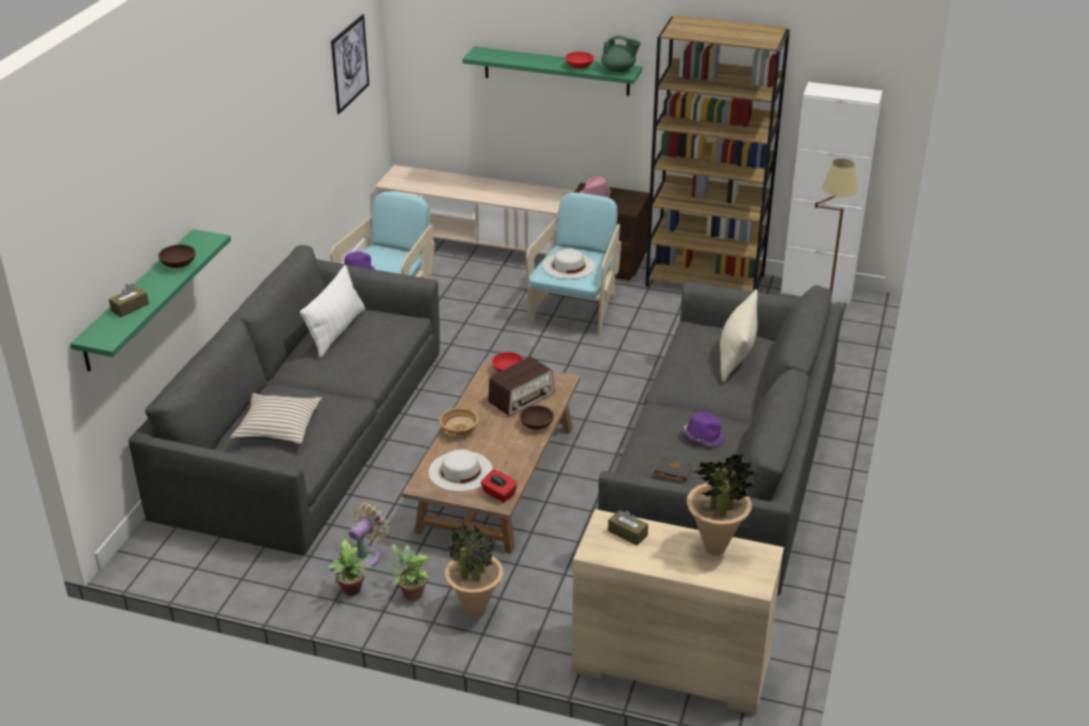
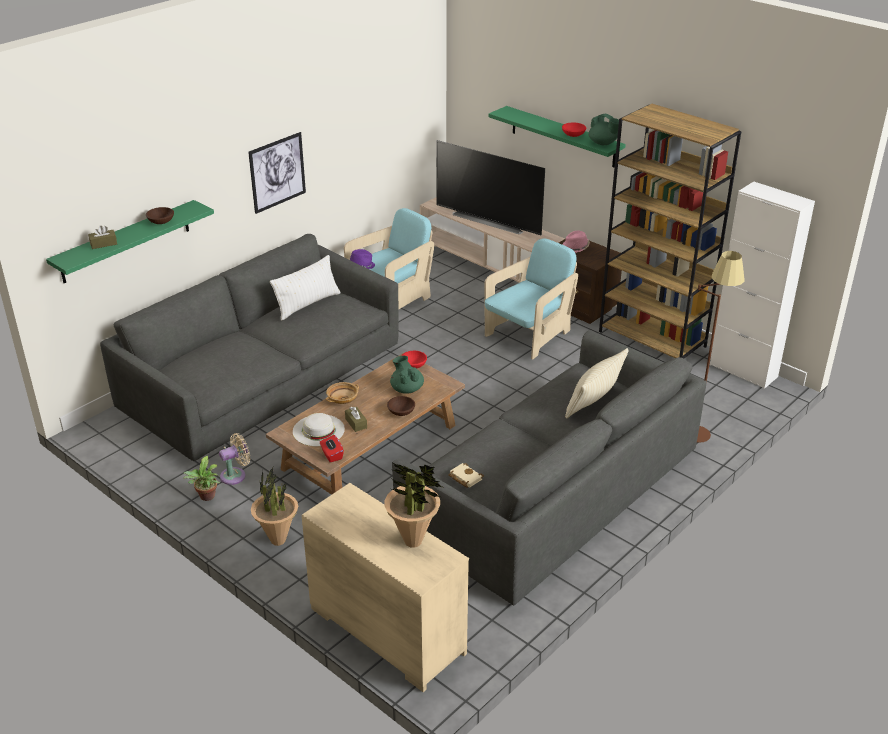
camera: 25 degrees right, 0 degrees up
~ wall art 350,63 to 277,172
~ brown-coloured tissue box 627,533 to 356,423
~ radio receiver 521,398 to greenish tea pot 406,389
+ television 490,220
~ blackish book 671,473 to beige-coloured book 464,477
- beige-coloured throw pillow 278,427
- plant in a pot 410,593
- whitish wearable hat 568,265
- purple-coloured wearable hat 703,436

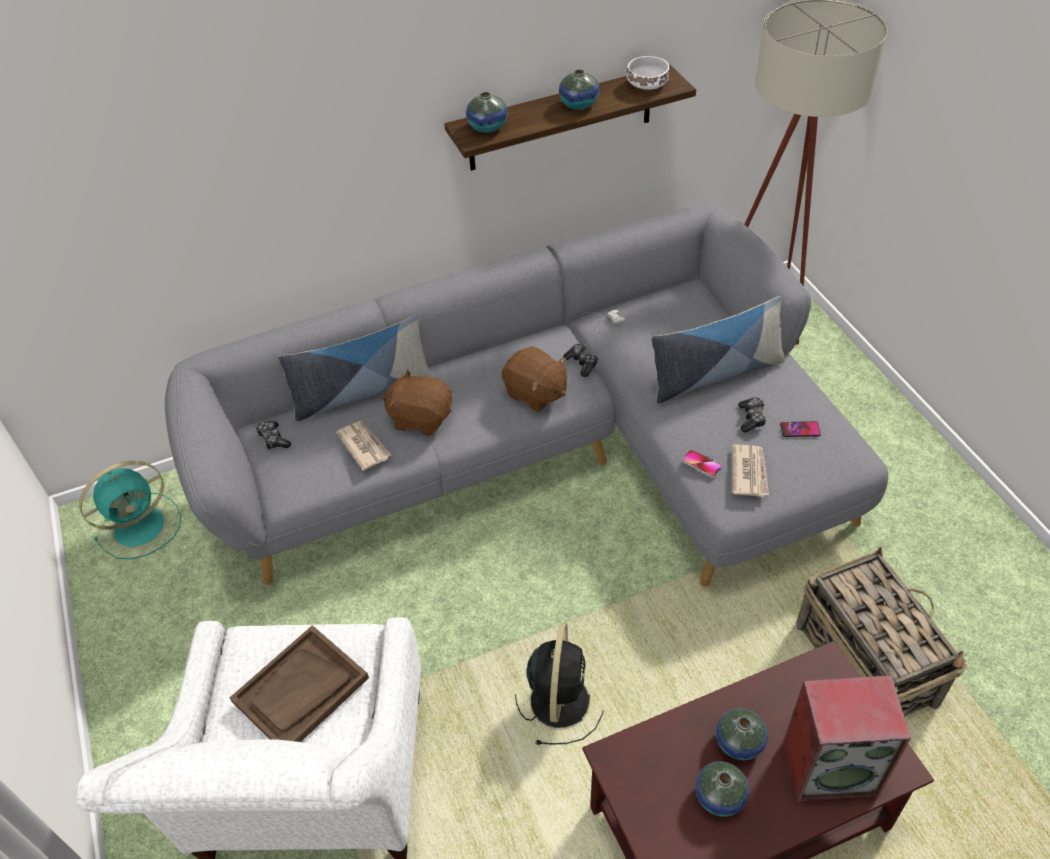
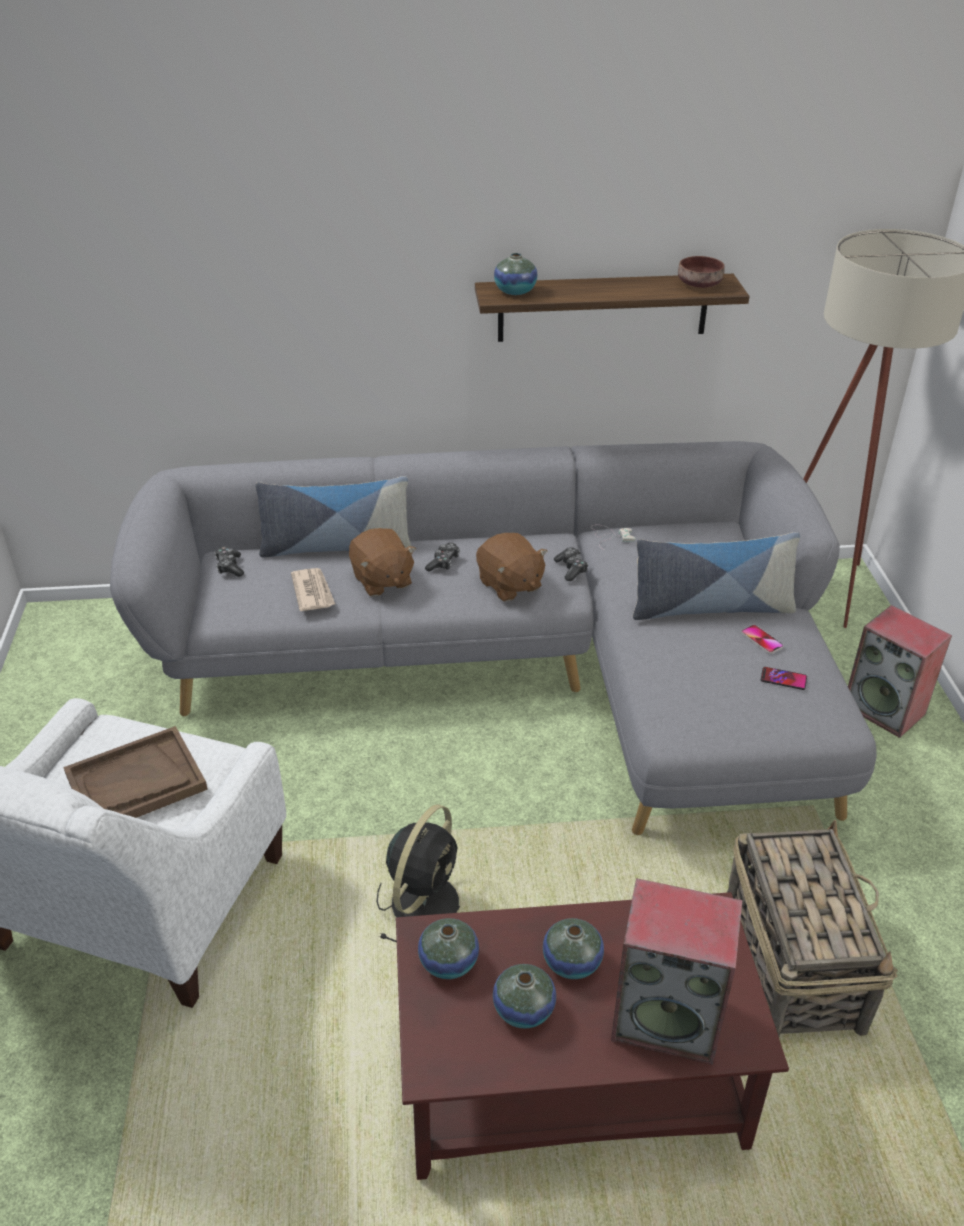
camera: 15 degrees right, 10 degrees down
~ brown-coloured plush toy 421,418 = 381,580 150 degrees counterclockwise
~ vase 579,104 to 448,962
~ joypad 751,418 to 443,563
~ whitish deep dish 648,84 to brown-coloured deep dish 700,284
~ telephone 702,464 to 761,640
+ audio speaker 885,709
- turquoise-coloured cooling fan 142,525
- newspaper 749,472

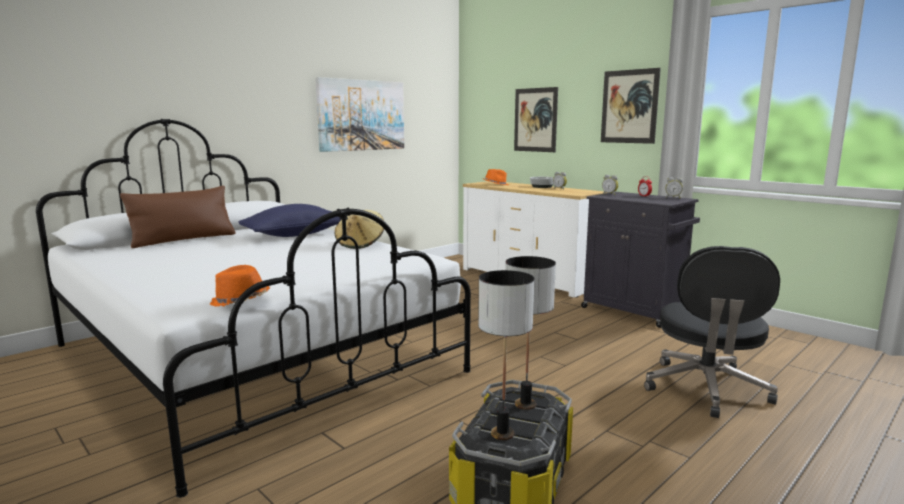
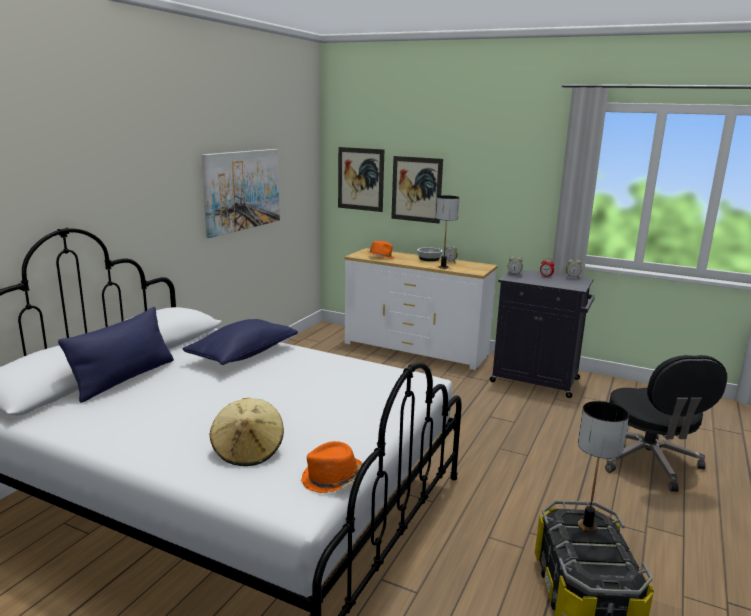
camera: 20 degrees left, 5 degrees up
~ brown-coloured throw pillow 184,240 to bluish throw pillow 125,378
~ beige-coloured wearable hat 360,244 to 248,451
~ wall art 629,106 to 360,179
~ table lamp 503,434 to 443,267

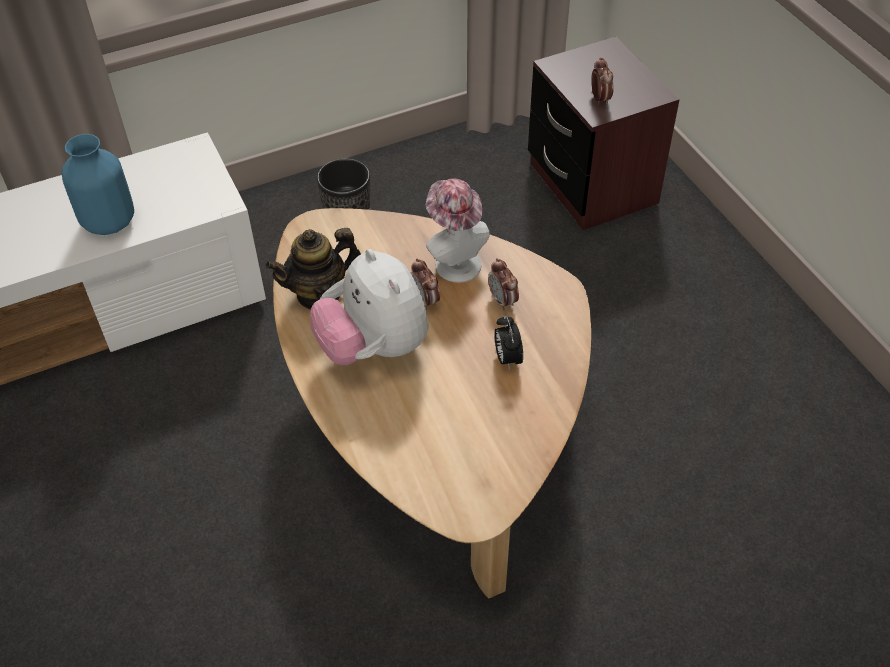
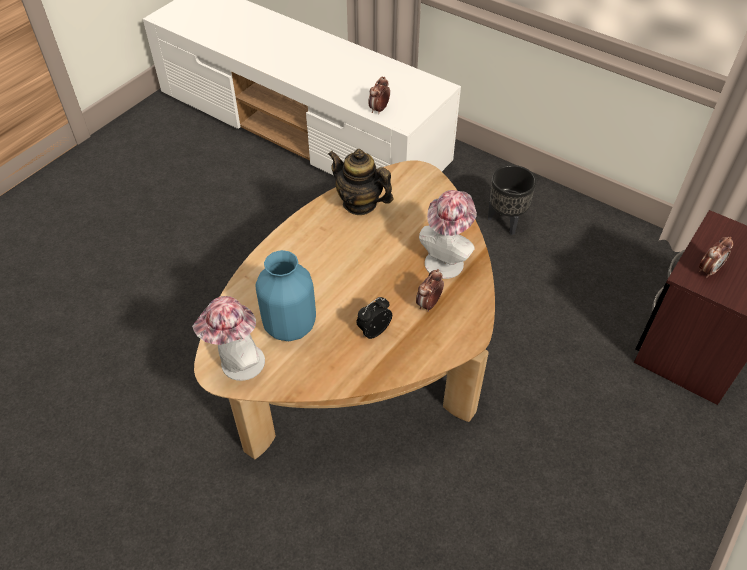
camera: 60 degrees right, 0 degrees up
+ wearable hat 237,365
~ bluish vase 110,221 to 290,326
~ alarm clock 425,301 to 379,110
- plush toy 374,347

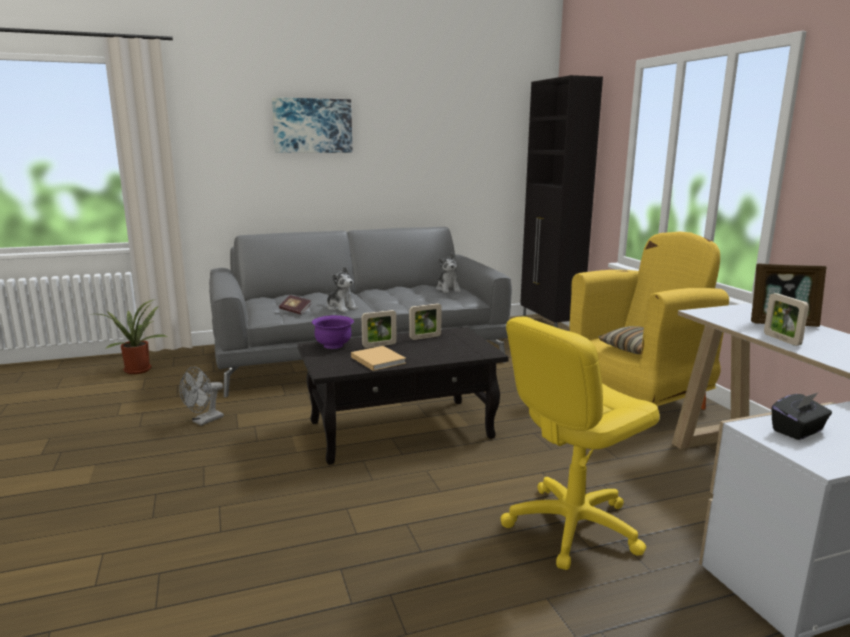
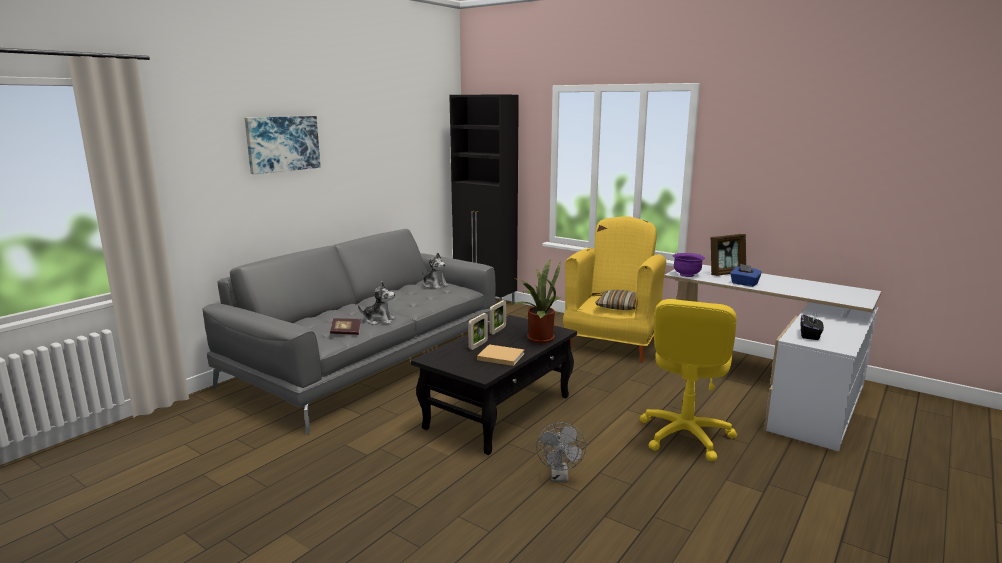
camera: 35 degrees left, 0 degrees up
~ plant in a pot 138,369 to 538,338
~ gray cooling fan 204,421 to 560,477
~ purple-coloured deep dish 333,346 to 687,275
~ photo frame 781,339 to bluish tissue box 744,284

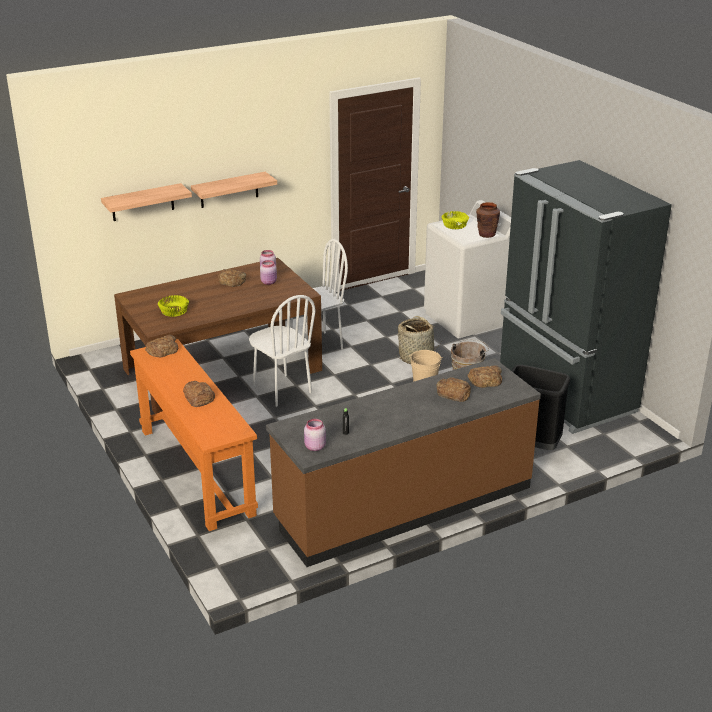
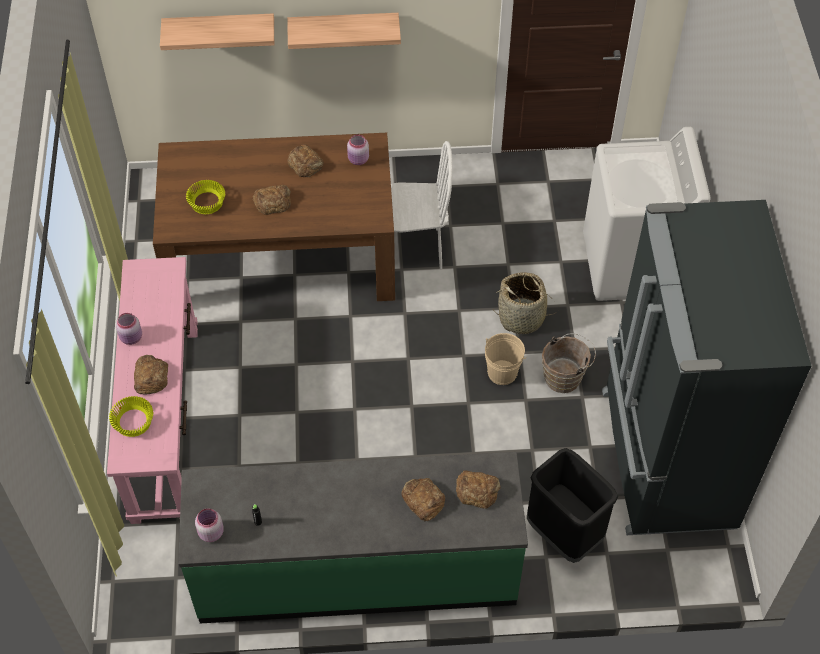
camera: 25 degrees right, 25 degrees up
~ orangey console table 196,471 to pink console table 166,421
~ yellow deep dish 454,225 to 133,421
~ pink preserve jar 269,282 to 132,338
~ brown-coloured kitchen counter 403,504 to greenish kitchen counter 356,570
~ bread 163,350 to 273,202
- whitish plain chair 281,390
- brown-coloured vase 486,234

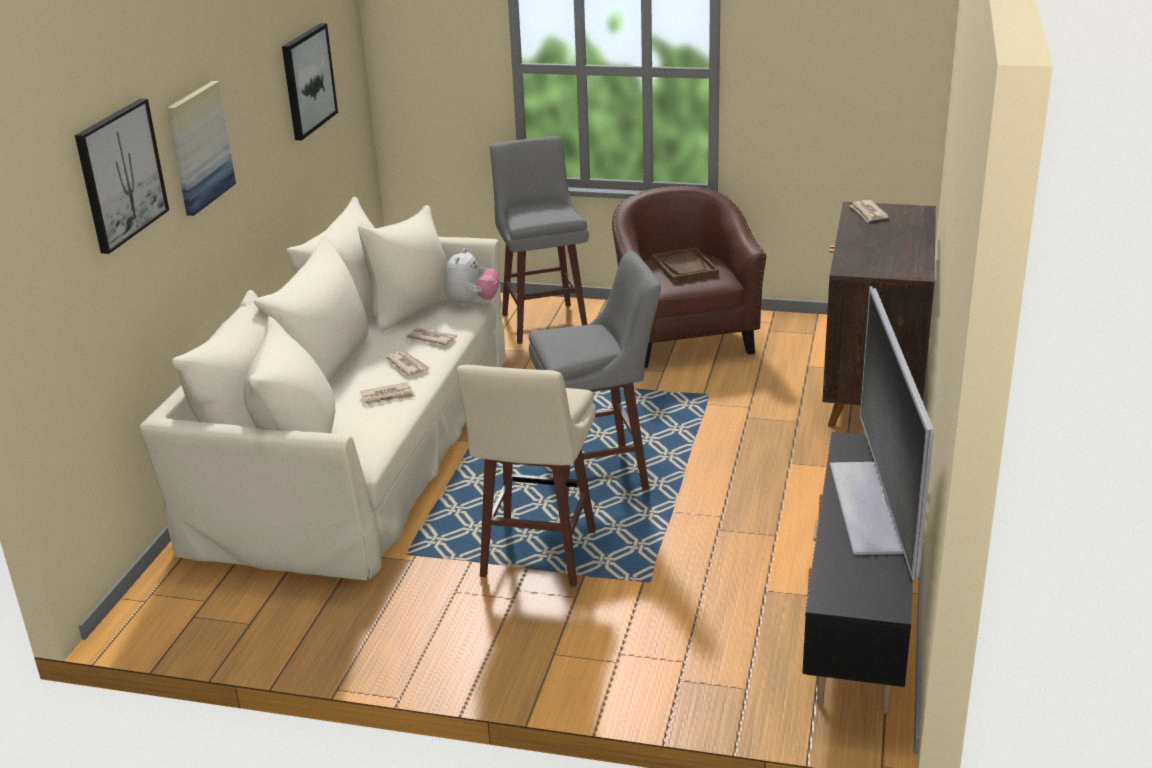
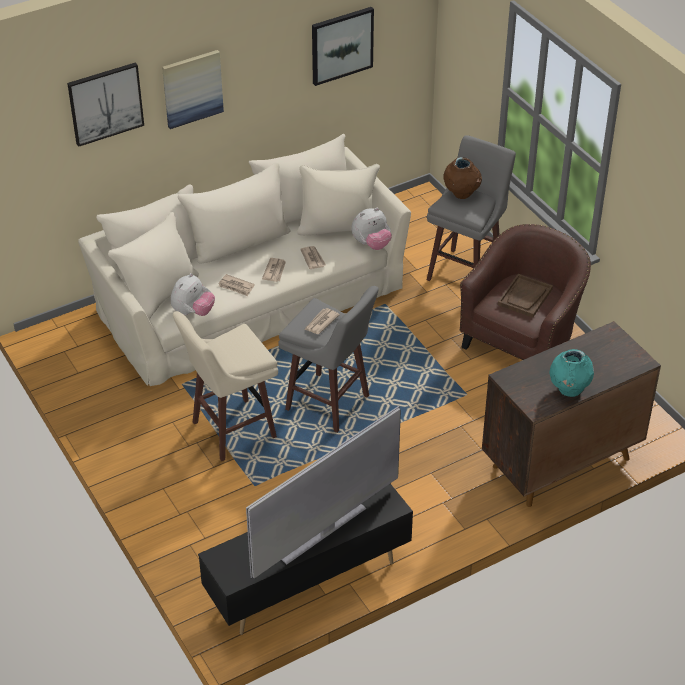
camera: 45 degrees right, 15 degrees up
+ plush toy 193,312
~ newspaper 868,213 to 321,322
+ brown-coloured vase 461,194
+ turquoise-coloured vase 569,390

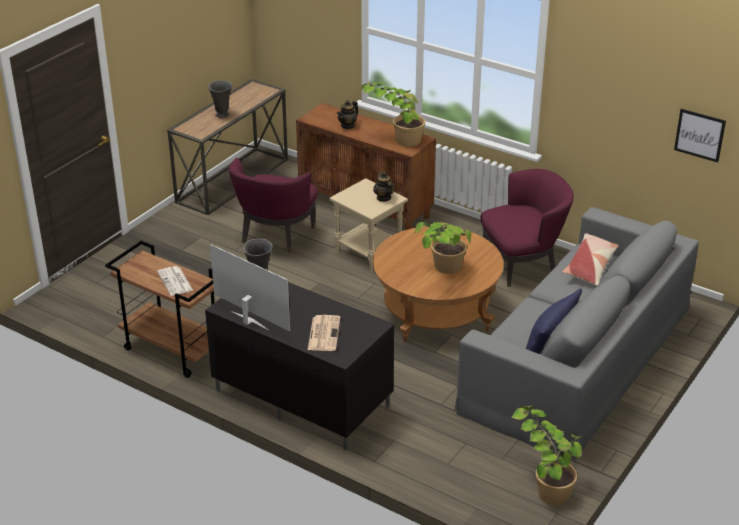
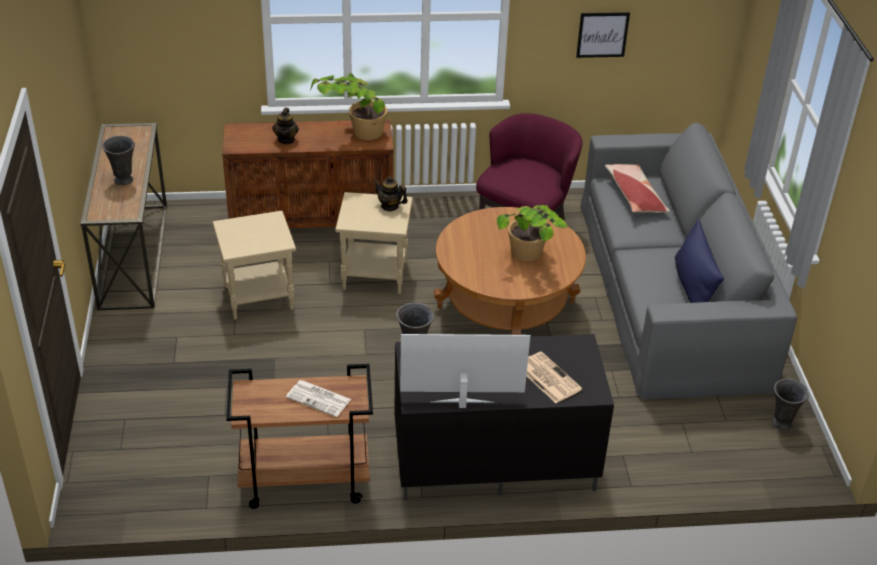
camera: 40 degrees left, 5 degrees up
~ purple-coloured lounge chair 275,236 to beige-coloured accent table 258,298
~ wall art 699,135 to 602,34
~ plant in a pot 544,483 to gray vase 782,424

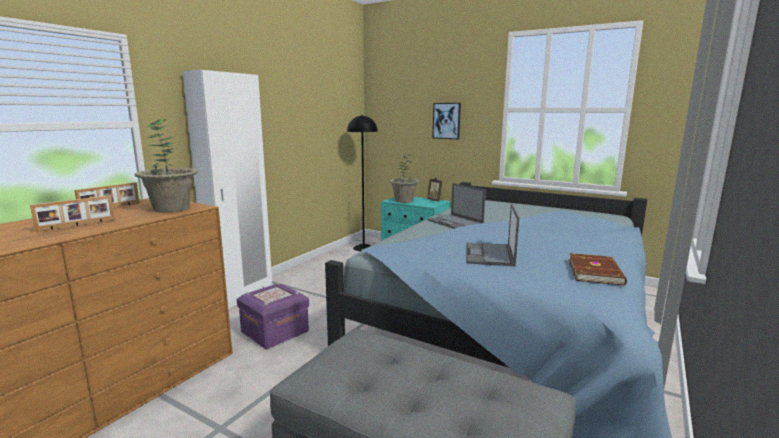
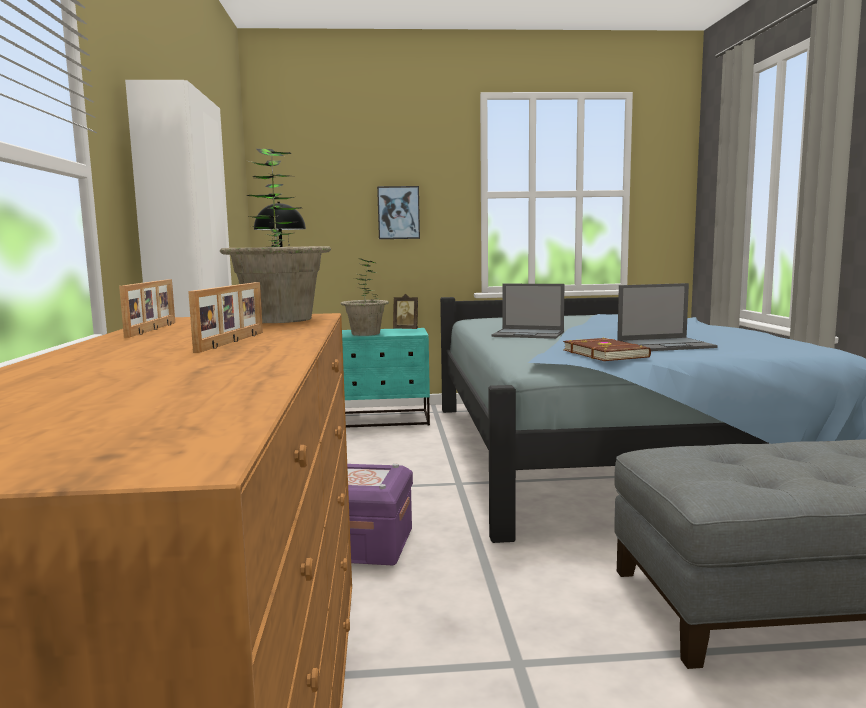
camera: 35 degrees left, 5 degrees down
~ brown-coloured book 596,272 to 606,353
~ portable computer 489,255 = 666,345 75 degrees counterclockwise

